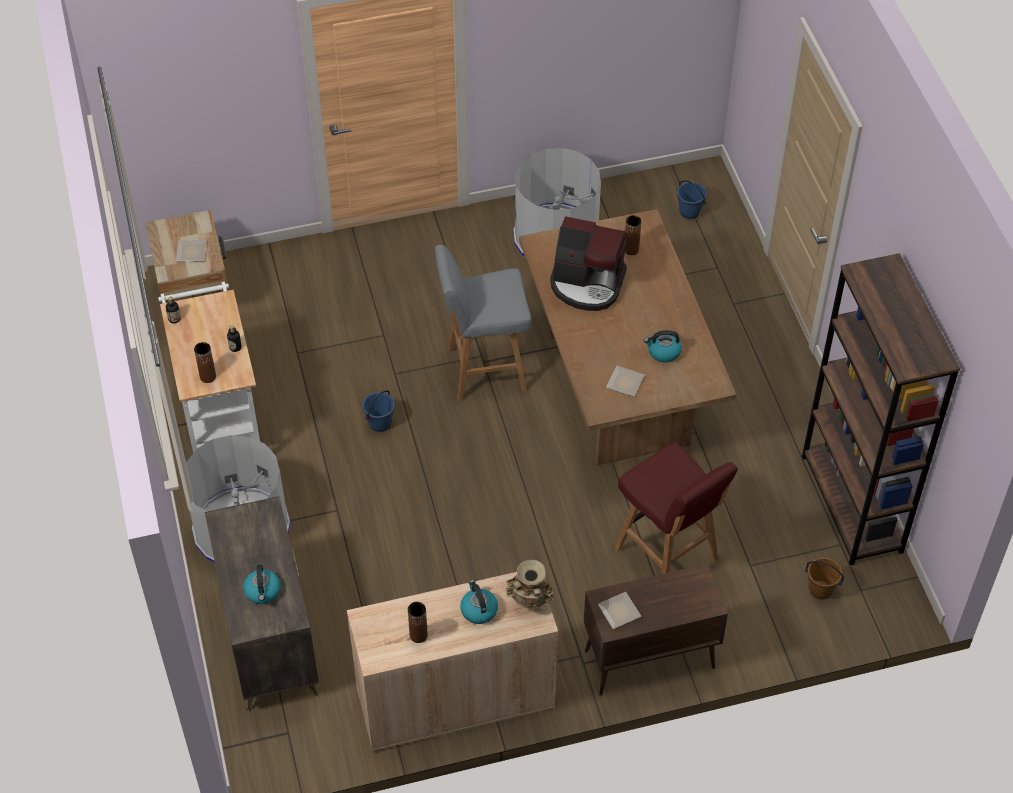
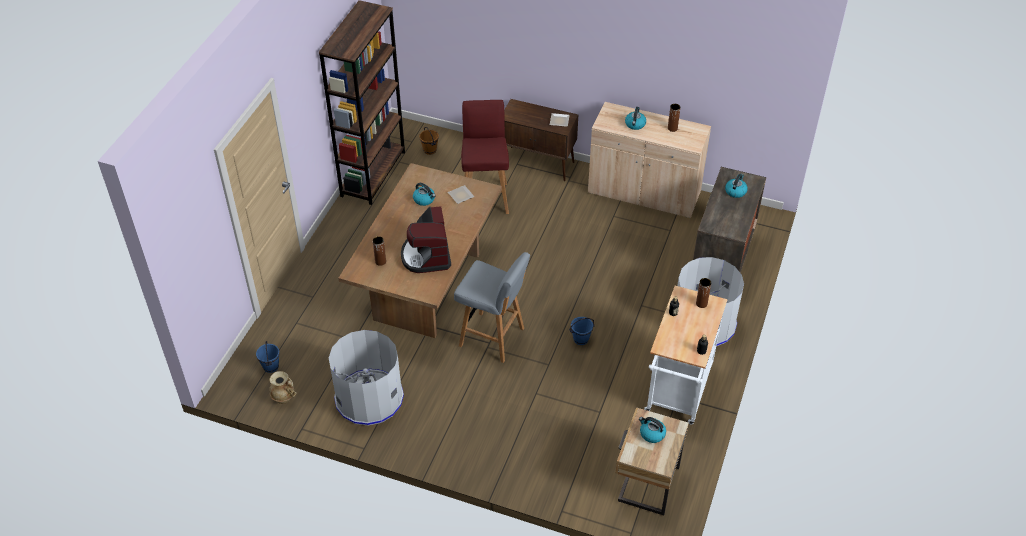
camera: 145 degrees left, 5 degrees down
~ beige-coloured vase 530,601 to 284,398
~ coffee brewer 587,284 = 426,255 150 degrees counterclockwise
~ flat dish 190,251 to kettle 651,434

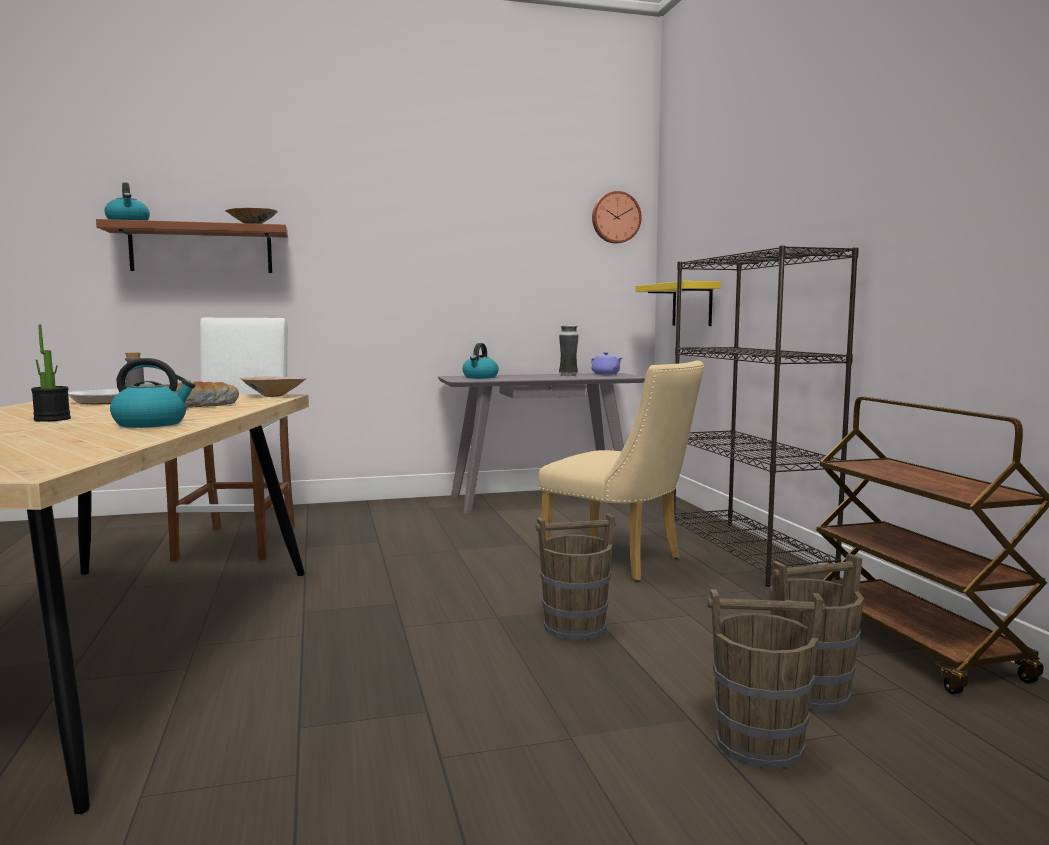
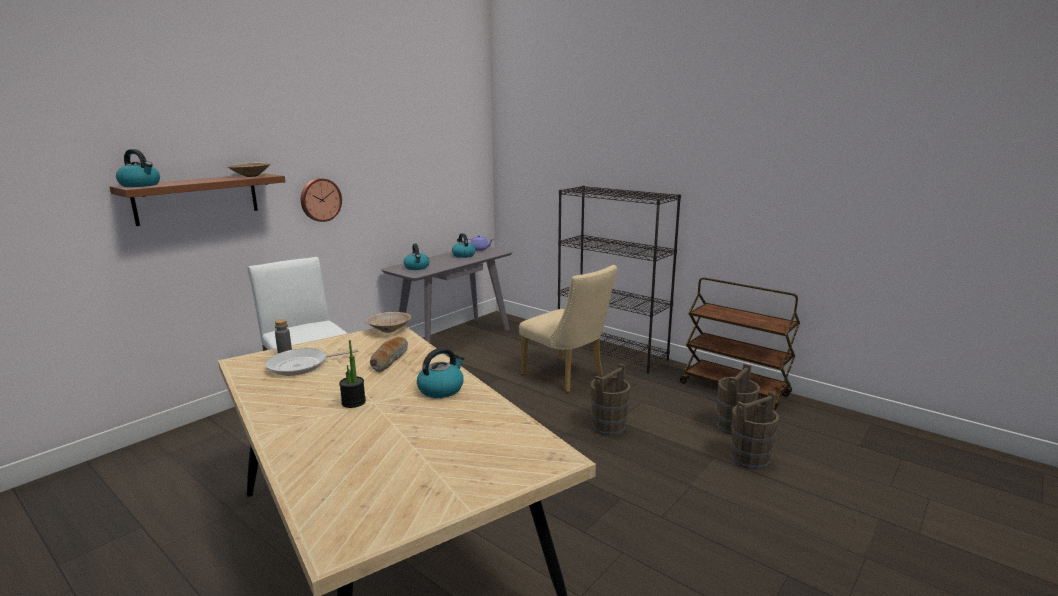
camera: 35 degrees left, 10 degrees up
~ hanging clock 615,217 to 320,199
~ vase 568,375 to kettle 463,255
~ beige-coloured plain chair 621,562 = 567,377 45 degrees clockwise
- yellow bracket shelf 692,304

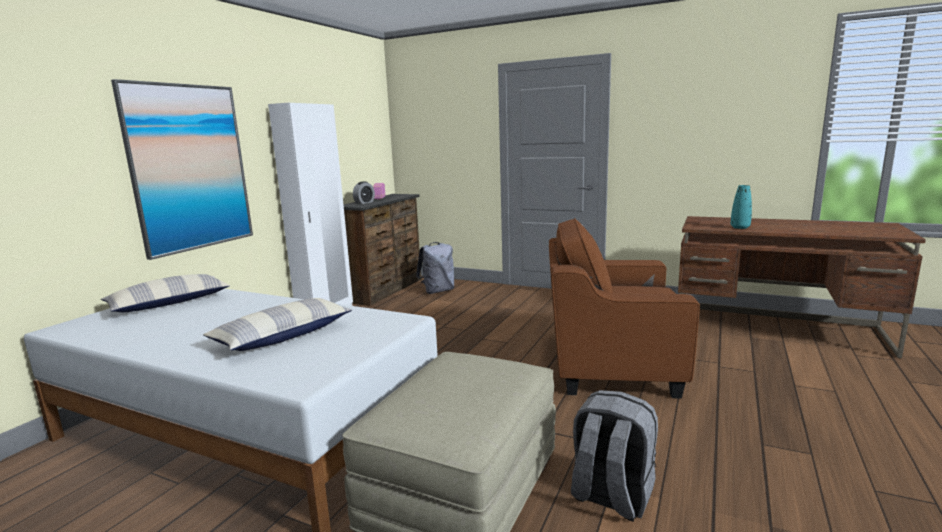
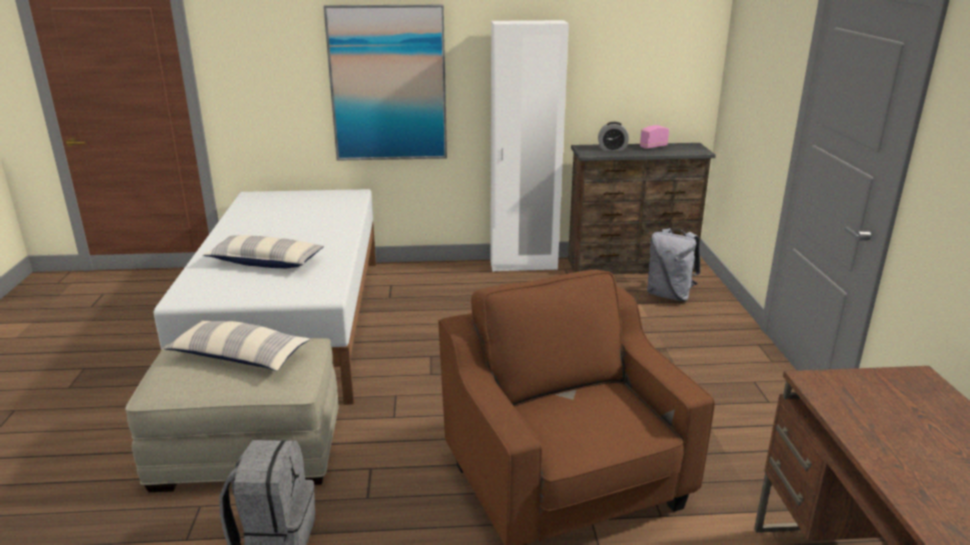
camera: 60 degrees right, 10 degrees up
~ throw pillow 169,304 to 239,357
- turquoise-coloured vase 740,227

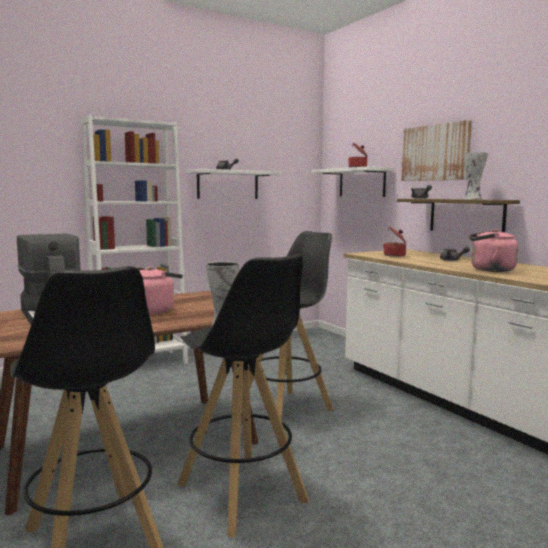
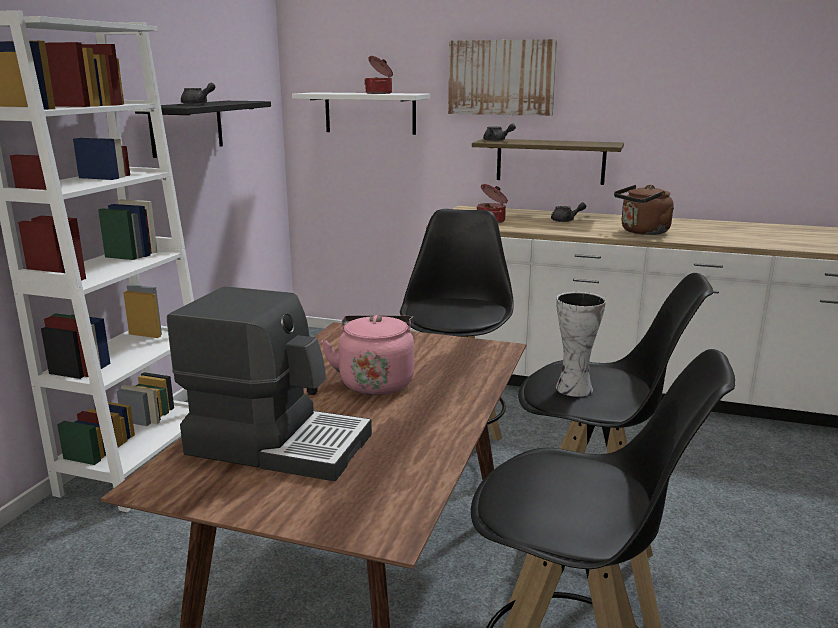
camera: 40 degrees left, 10 degrees up
~ whitish bracket shelf 228,185 to blackish bracket shelf 187,127
~ pink kettle 489,270 to brown-coloured kettle 642,232
- vase 473,199

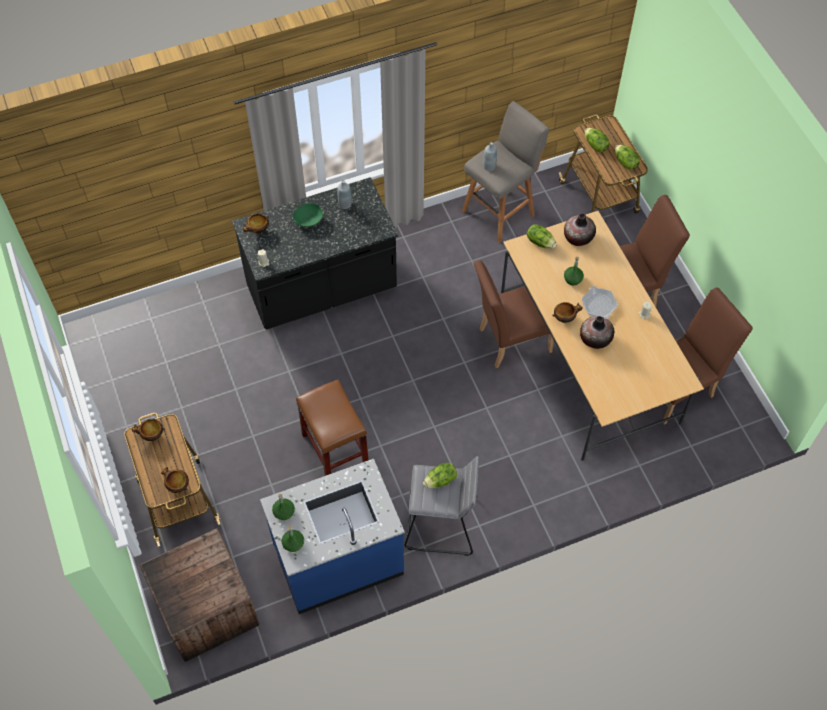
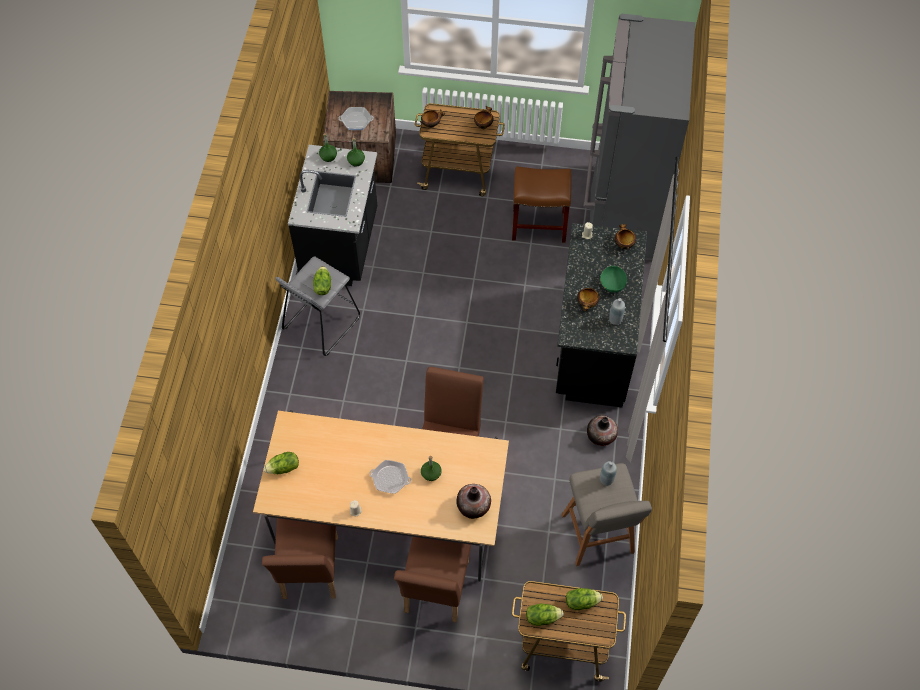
camera: 120 degrees right, 0 degrees up
~ lettuce head 540,242 to 284,468
~ bluish kitchen counter 338,560 to blackish kitchen counter 341,245
+ skillet 356,121
~ brown-coloured stool seat 334,449 to 539,225
~ deep dish 564,318 to 587,305
+ gray fridge 620,212
~ vase 595,339 to 601,436

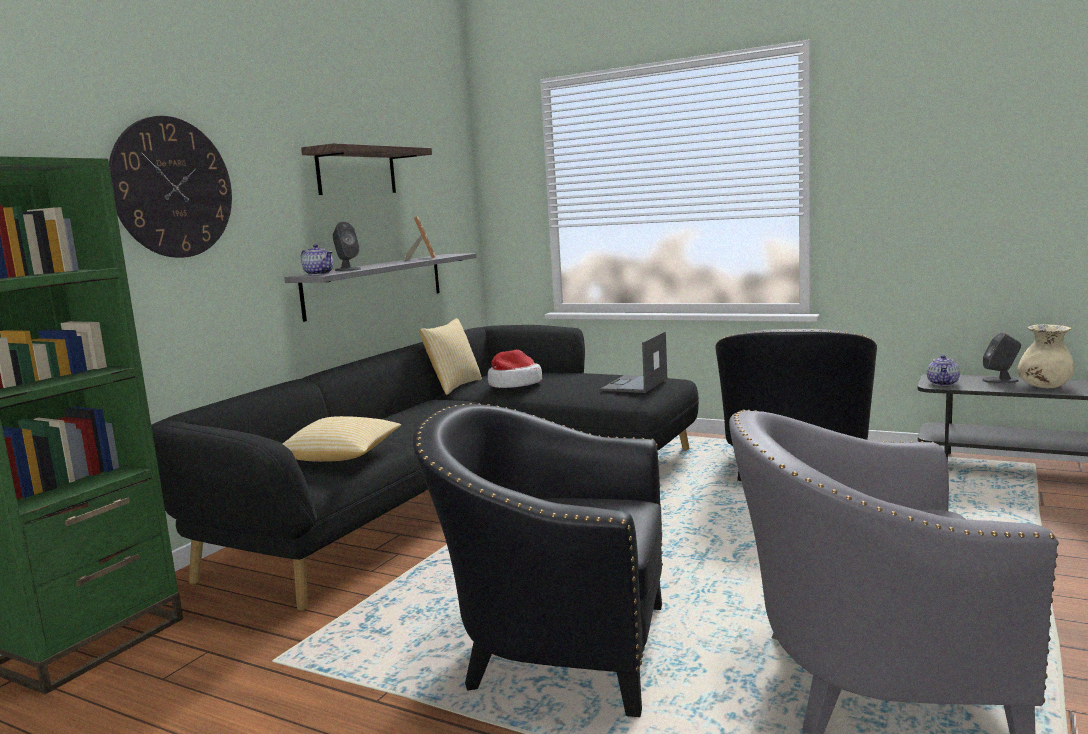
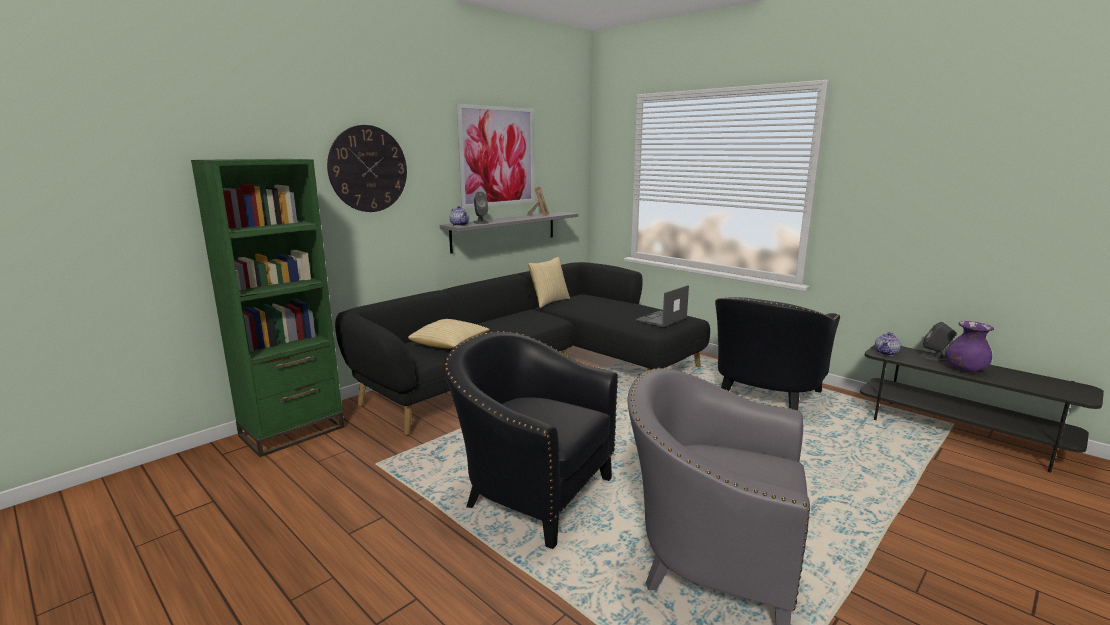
camera: 15 degrees right, 5 degrees up
~ bracket shelf 356,171 to wall art 497,156
~ beige-coloured vase 1044,387 to purple-coloured vase 965,369
- wearable hat 514,384

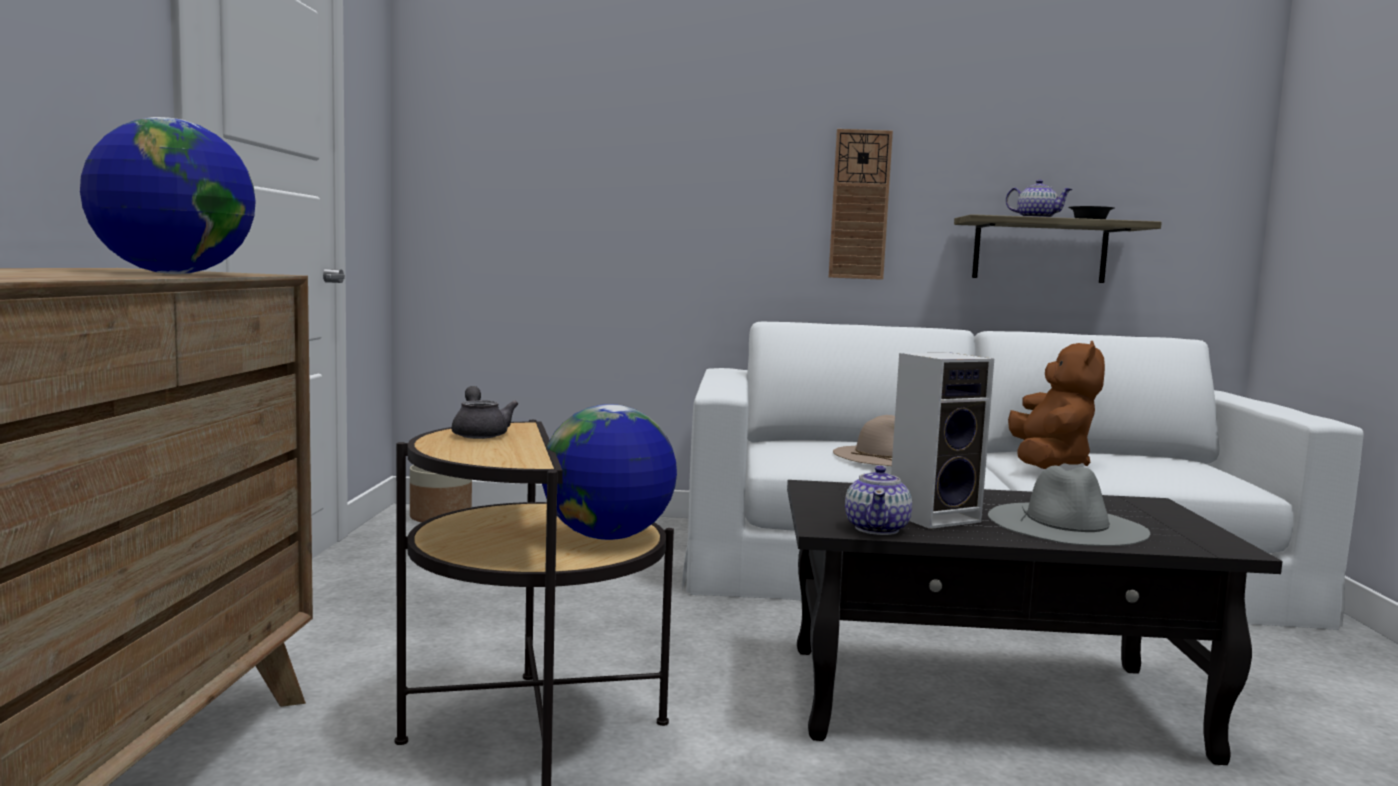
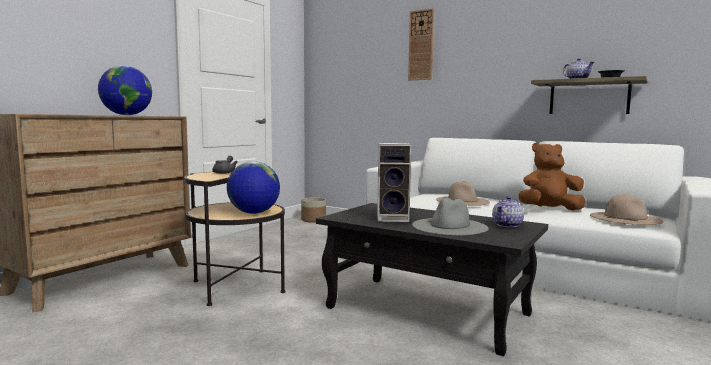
camera: 30 degrees right, 0 degrees up
~ hanging clock 859,205 to 421,45
~ tea pot 877,528 to 507,225
~ brown-coloured plush toy 1049,463 = 549,209 135 degrees counterclockwise
+ beige-coloured wearable hat 625,218

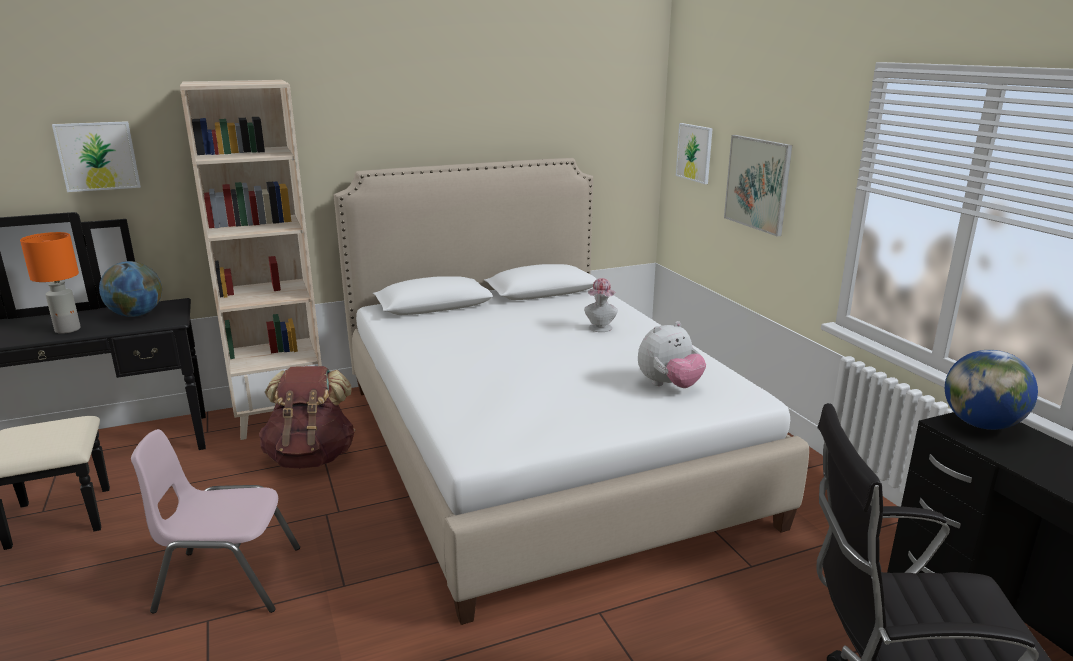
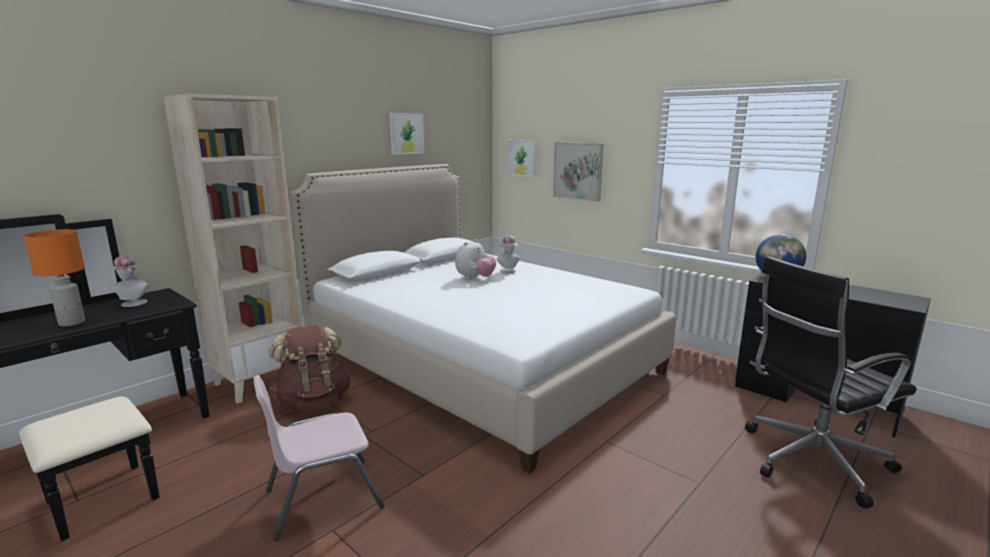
camera: 25 degrees left, 5 degrees down
~ globe 136,315 to wearable hat 133,304
~ wall art 98,156 to 406,133
~ plush toy 669,385 to 475,278

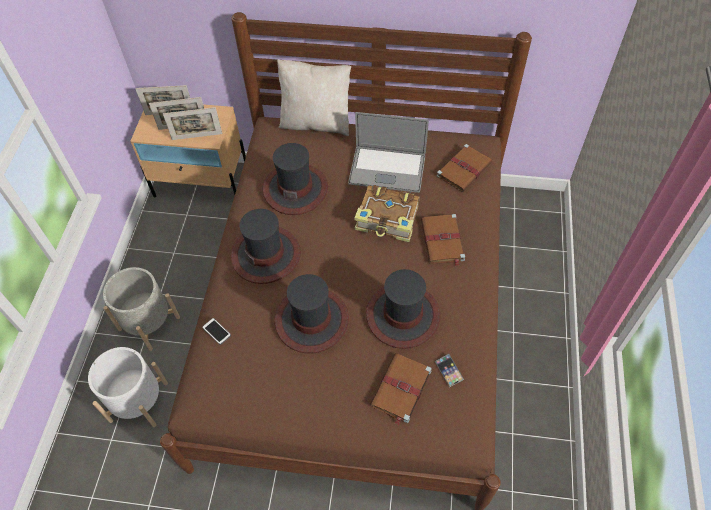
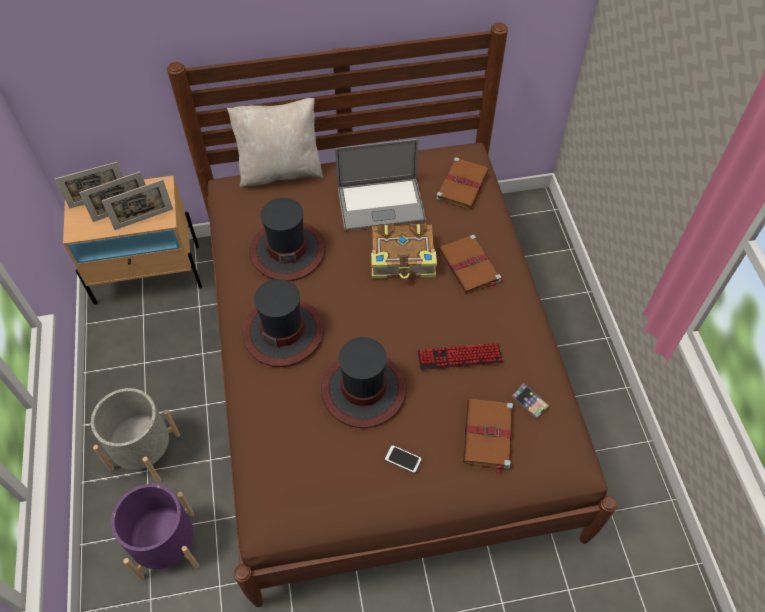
camera: 20 degrees left, 0 degrees up
~ whitish plant pot 138,401 to purple-coloured plant pot 167,545
~ telephone 216,331 to 403,459
~ wearable hat 402,316 to keyboard 459,357

